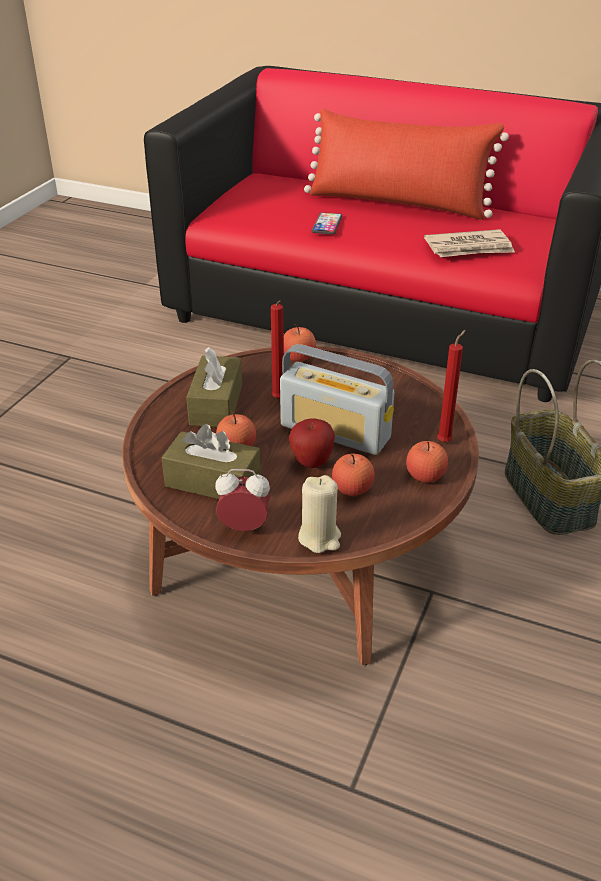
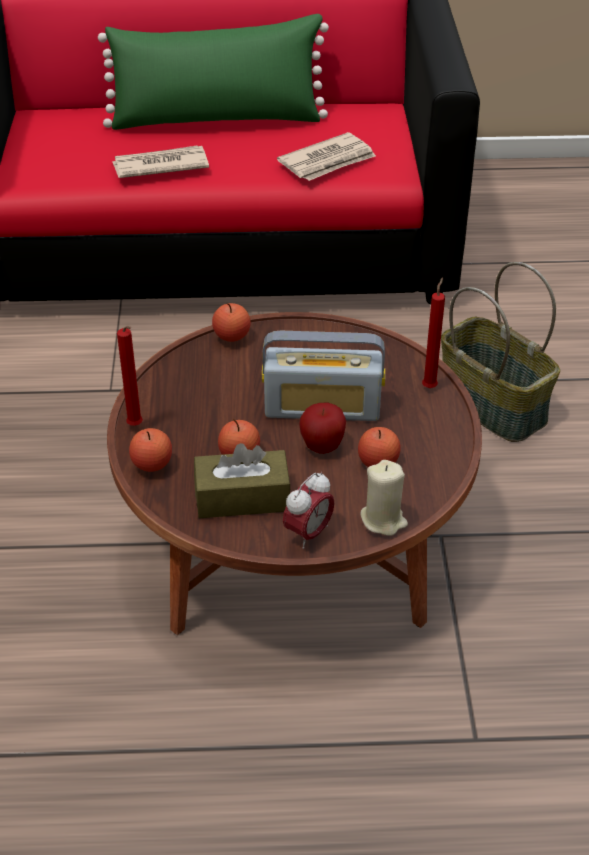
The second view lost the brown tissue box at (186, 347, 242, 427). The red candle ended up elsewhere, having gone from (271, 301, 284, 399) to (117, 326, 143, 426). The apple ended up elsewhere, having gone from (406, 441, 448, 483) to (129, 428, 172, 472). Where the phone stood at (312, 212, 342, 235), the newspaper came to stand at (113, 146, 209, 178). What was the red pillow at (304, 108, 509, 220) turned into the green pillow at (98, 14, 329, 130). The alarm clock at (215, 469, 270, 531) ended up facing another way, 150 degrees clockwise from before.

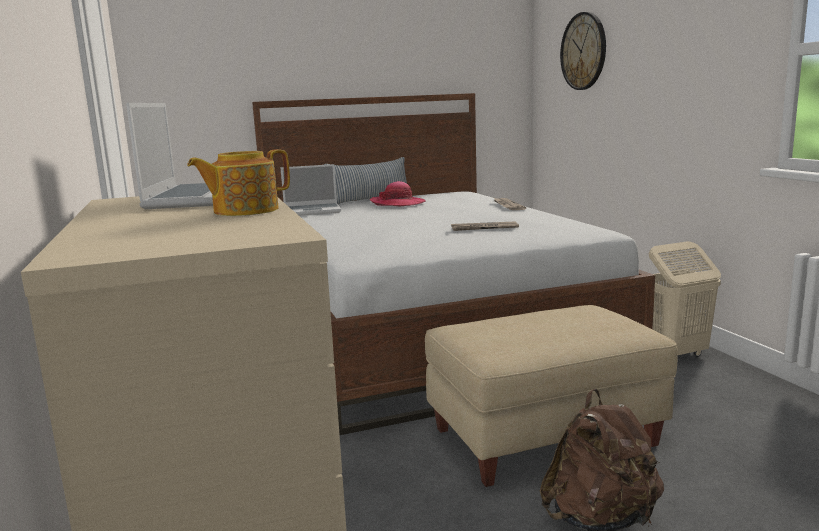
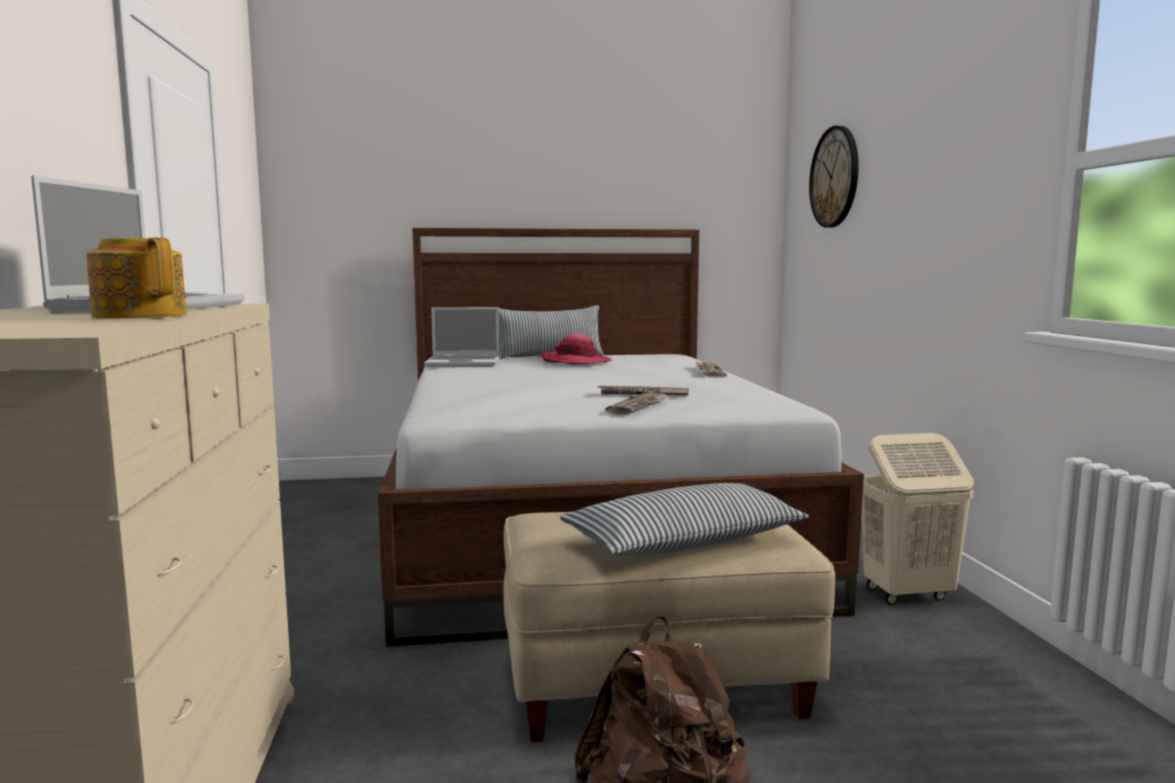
The second view gained the pillow at (560, 483, 809, 556). The second view gained the newspaper at (605, 392, 670, 414). The teapot at (187, 149, 290, 216) ended up facing another way, 60 degrees clockwise from before.

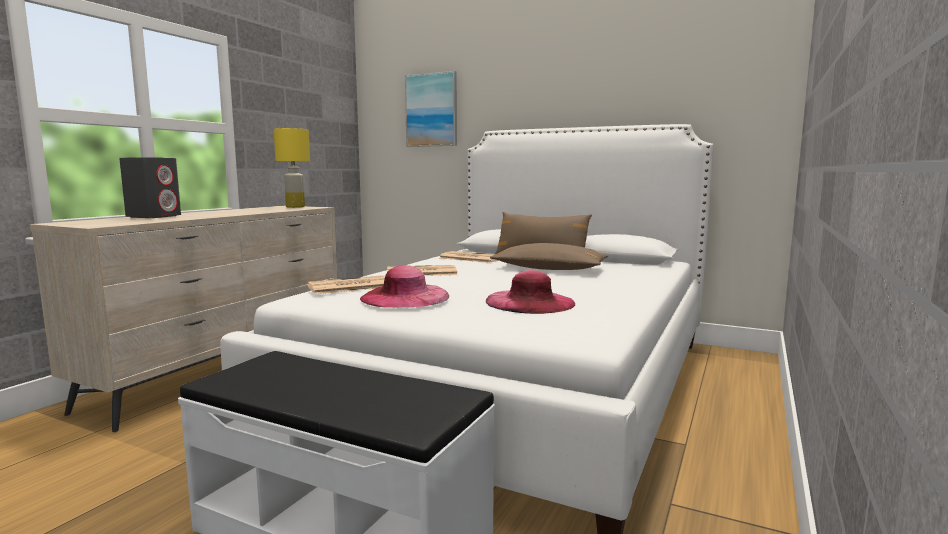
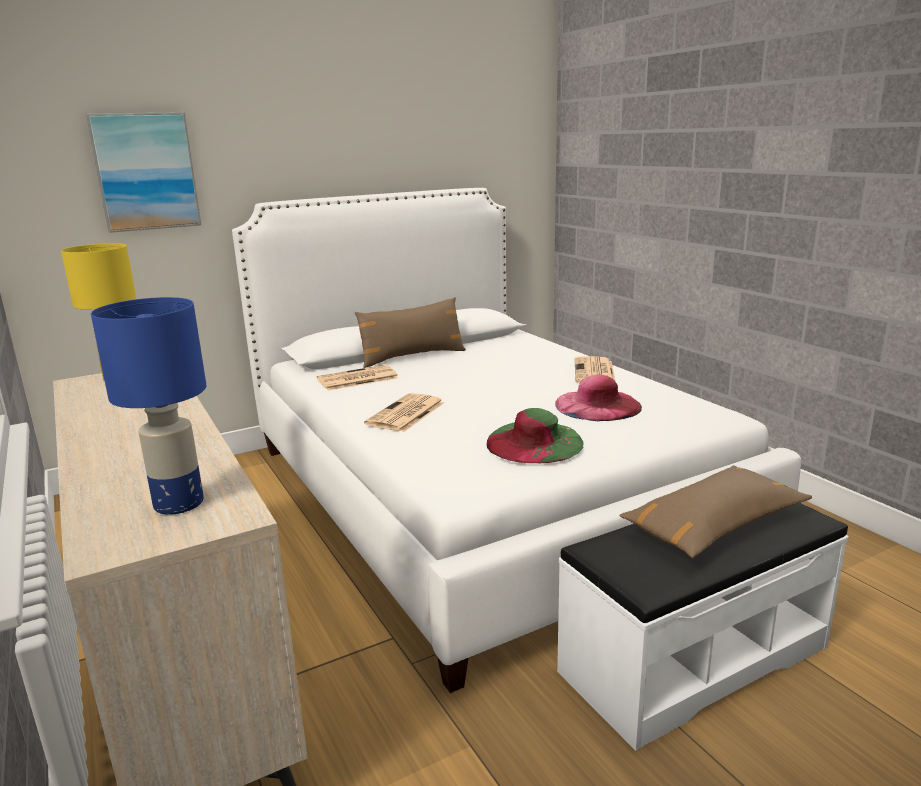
The second view lost the grey speaker at (119, 157, 181, 218). The second view gained the blue table lamp at (91, 297, 206, 515). The newspaper ended up elsewhere, having gone from (307, 275, 385, 294) to (575, 356, 616, 383). The brown pillow ended up elsewhere, having gone from (490, 243, 608, 270) to (619, 466, 812, 558). What was the pink hat at (360, 265, 449, 308) turned into the green hat at (487, 408, 584, 463).

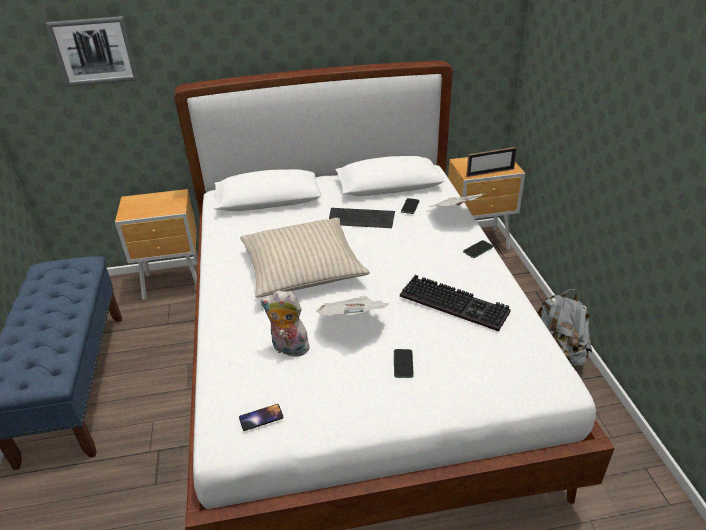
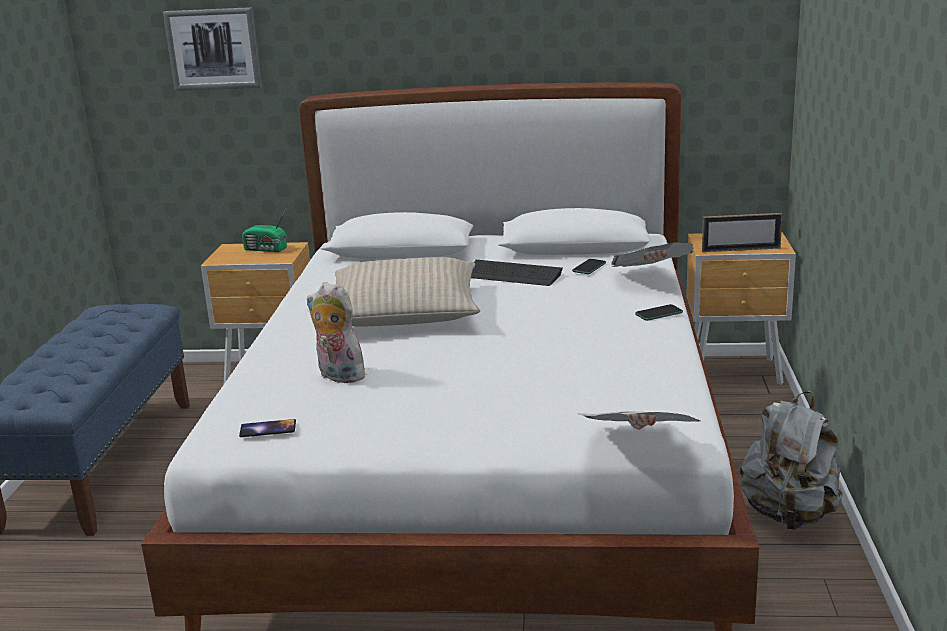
The second view lost the phone at (394, 349, 414, 378). The second view lost the keyboard at (400, 275, 511, 332). The second view gained the radio at (242, 208, 287, 252). The newspaper ended up elsewhere, having gone from (317, 296, 388, 316) to (579, 411, 700, 430).

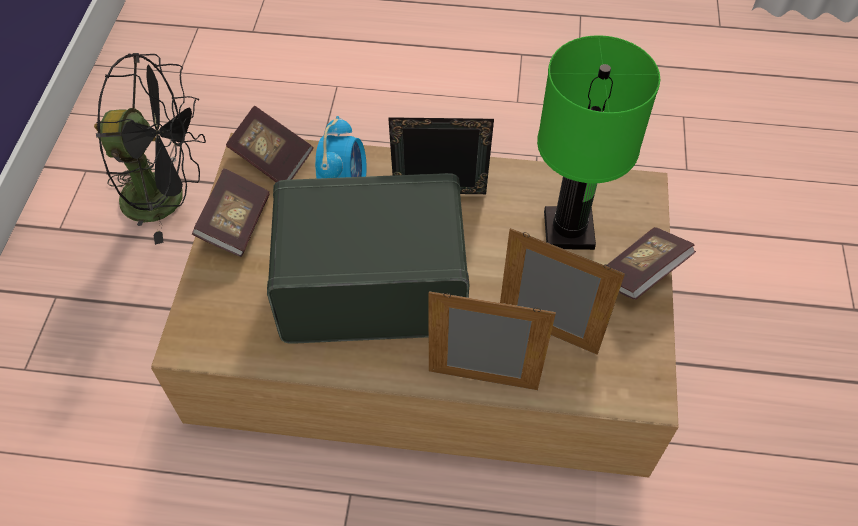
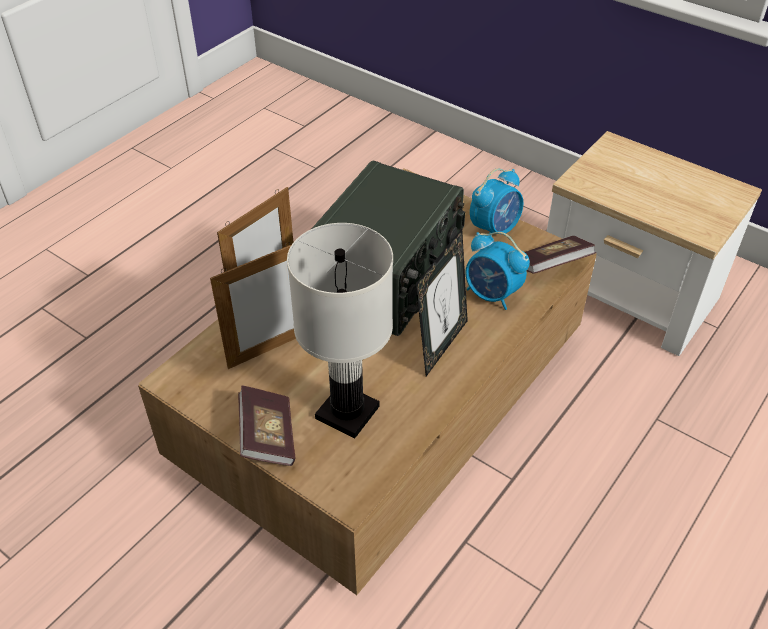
Where the black fan stood at (94, 53, 206, 245), the side table came to stand at (547, 131, 762, 356). Where the book stood at (192, 168, 270, 257), the alarm clock came to stand at (470, 168, 523, 236). What was the green table lamp at (537, 35, 660, 250) turned into the white table lamp at (287, 223, 393, 439).

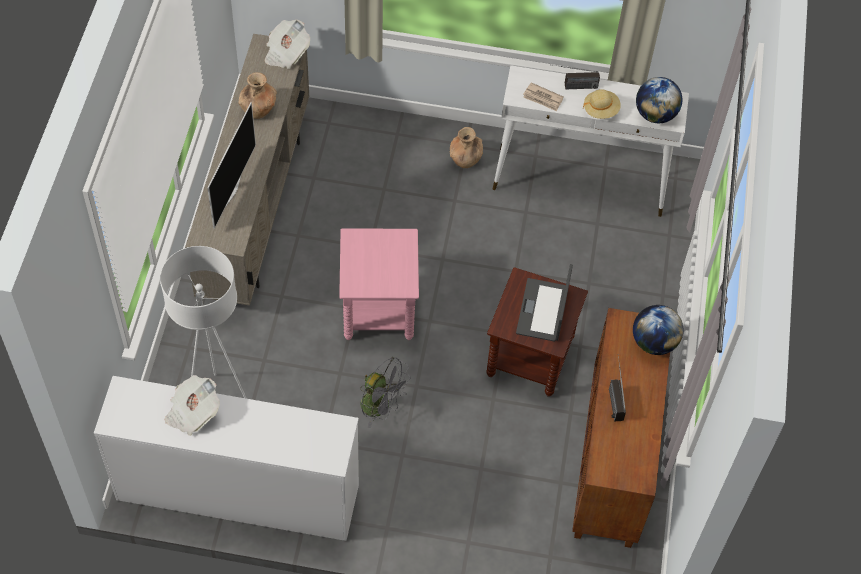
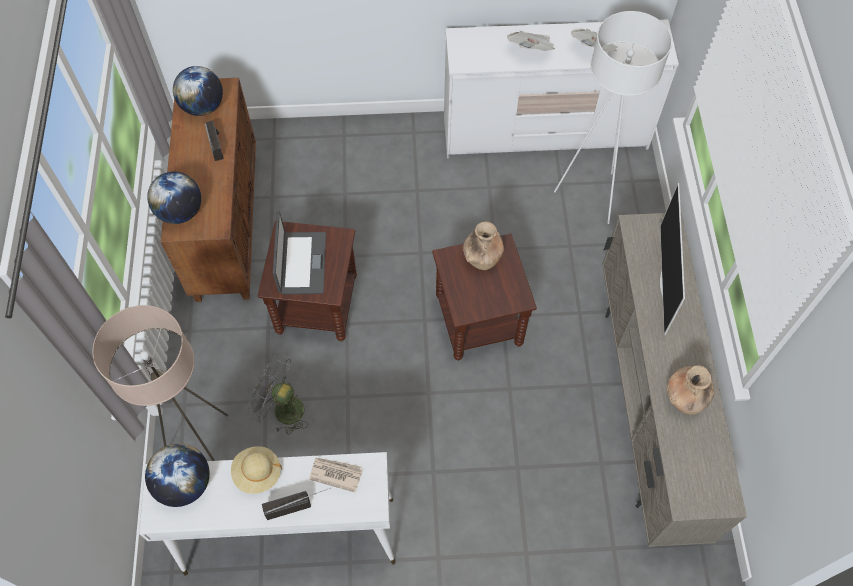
The second view gained the beige floor lamp at (92, 305, 228, 461). The second view gained the globe at (173, 66, 223, 116). The newspaper ended up elsewhere, having gone from (264, 20, 310, 69) to (507, 31, 555, 51). The grey fan ended up elsewhere, having gone from (360, 357, 411, 428) to (247, 354, 308, 435). The brown vase ended up elsewhere, having gone from (450, 127, 483, 168) to (463, 221, 504, 270). What was the pink side table at (339, 228, 419, 340) turned into the brown side table at (432, 234, 537, 361).

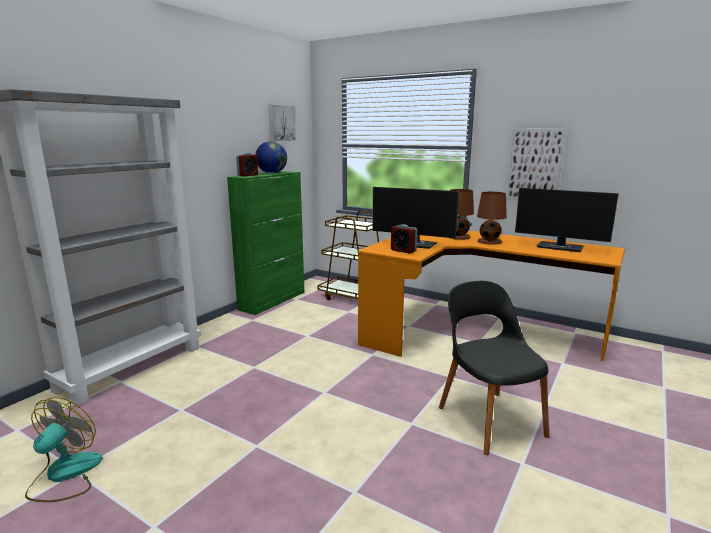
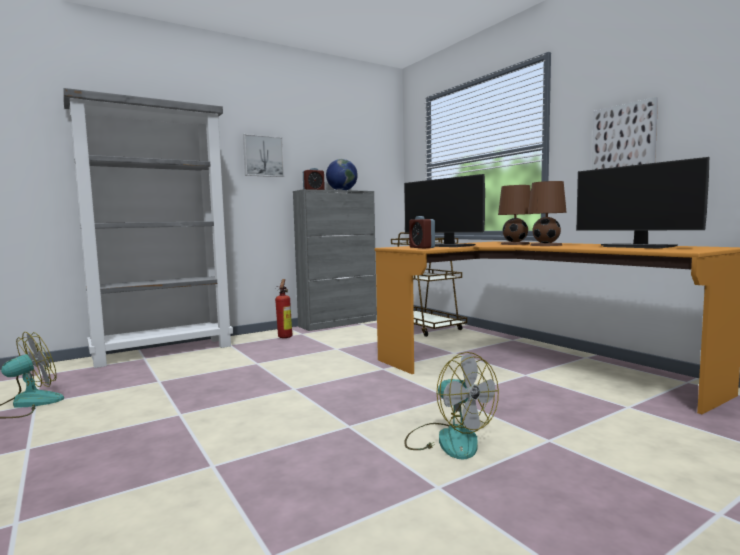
The second view gained the fire extinguisher at (275, 279, 293, 338). The picture ended up elsewhere, having gone from (269, 104, 296, 142) to (243, 134, 284, 177). Where the black chair stood at (439, 281, 549, 455), the fan came to stand at (404, 352, 499, 459). What was the green cabinet at (227, 171, 305, 315) turned into the grey cabinet at (293, 189, 377, 331).

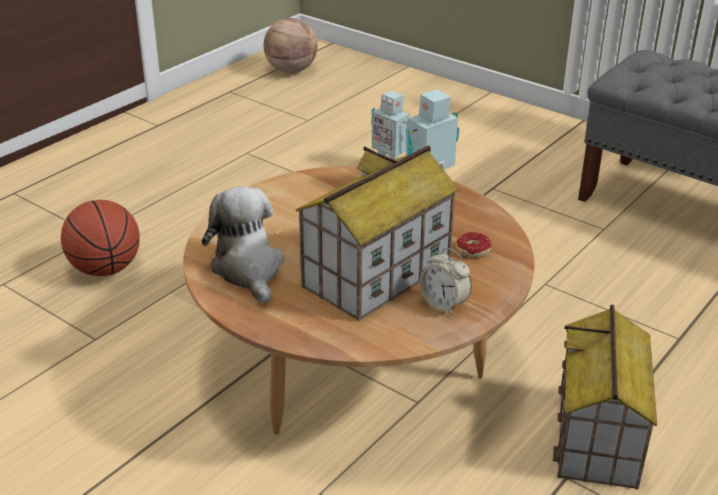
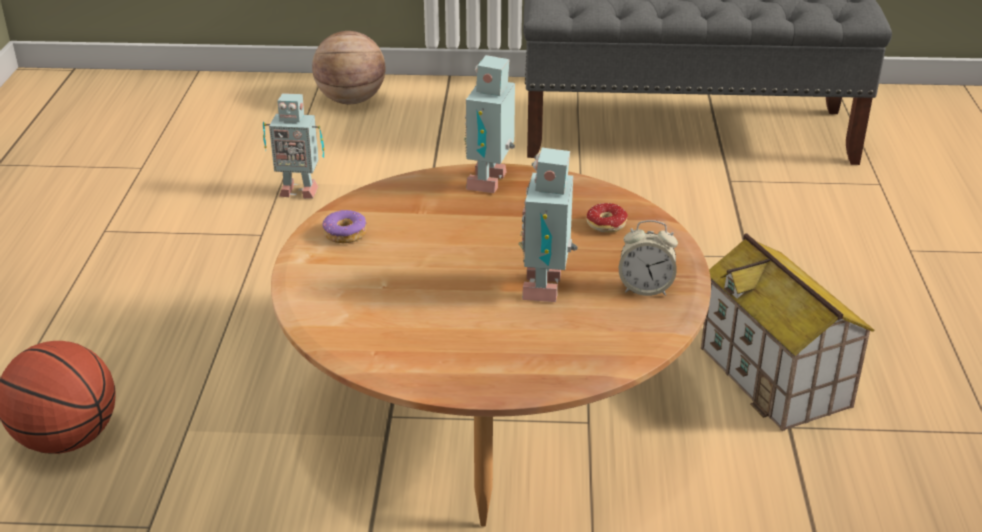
The second view lost the plush toy at (202, 187, 284, 304). The second view gained the donut at (322, 210, 367, 244). The basketball ended up elsewhere, having gone from (263, 18, 317, 73) to (312, 31, 386, 104). Where the toy house stood at (296, 145, 459, 321), the toy robot came to stand at (518, 148, 578, 302).

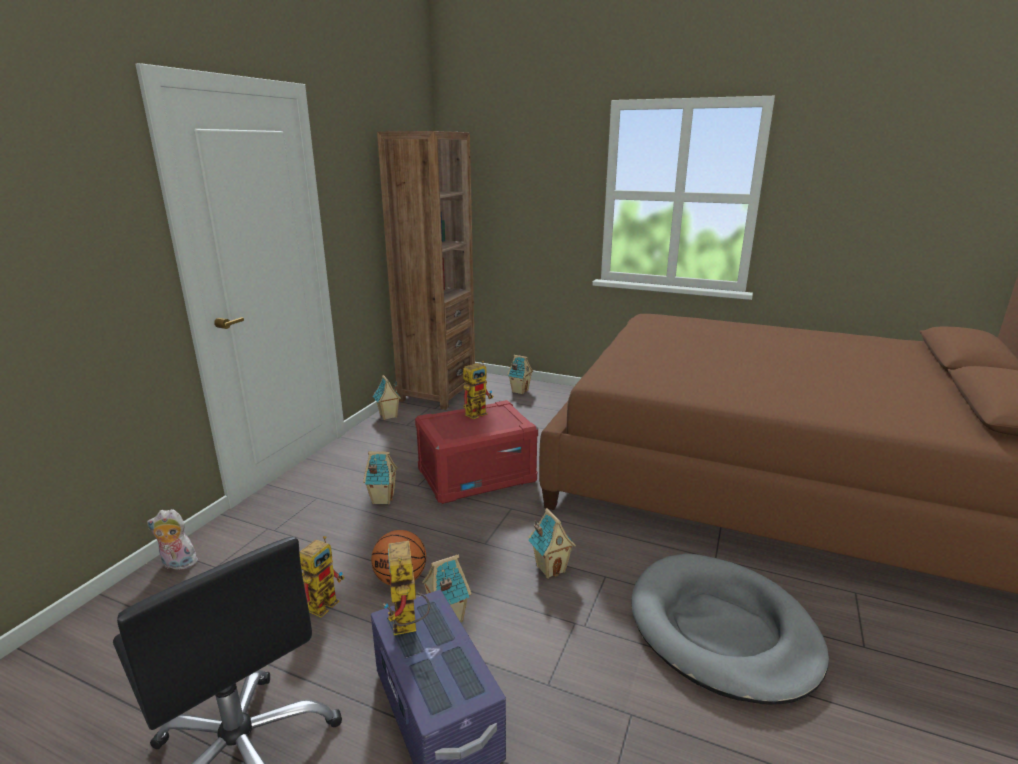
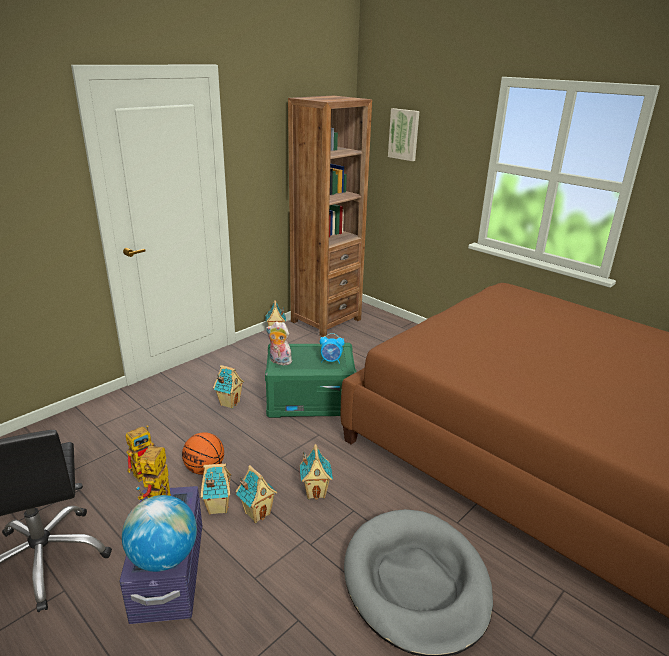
The second view lost the toy robot at (463, 361, 493, 419). The second view gained the globe at (122, 495, 197, 572). The second view gained the alarm clock at (320, 333, 345, 364). The second view gained the picture at (388, 108, 420, 161). The plush toy ended up elsewhere, having gone from (147, 509, 202, 570) to (266, 321, 294, 365). The toy house ended up elsewhere, having gone from (507, 355, 533, 394) to (236, 465, 277, 523). What was the red storage box at (415, 400, 538, 504) turned into the green storage box at (265, 343, 356, 418).

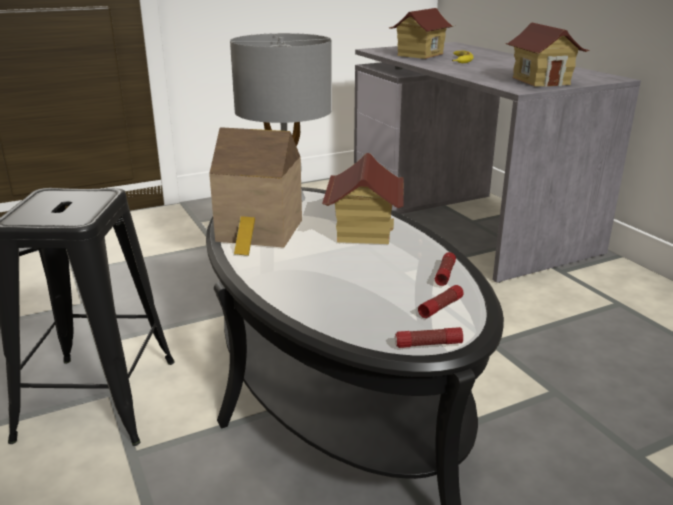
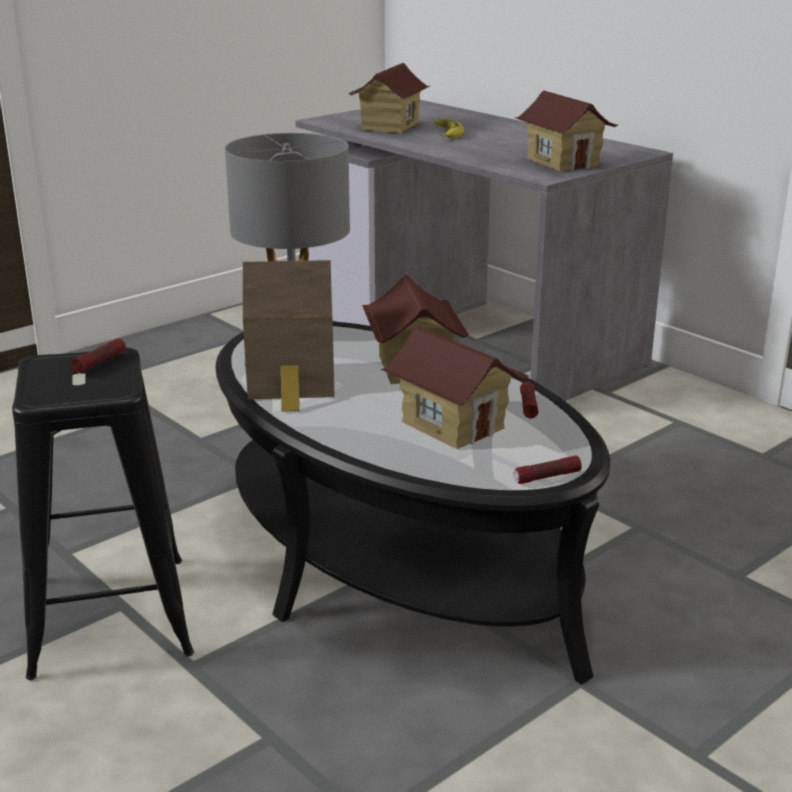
The second view gained the toy house at (381, 326, 529, 449). The flashlight ended up elsewhere, having gone from (418, 285, 464, 318) to (71, 338, 126, 373).

